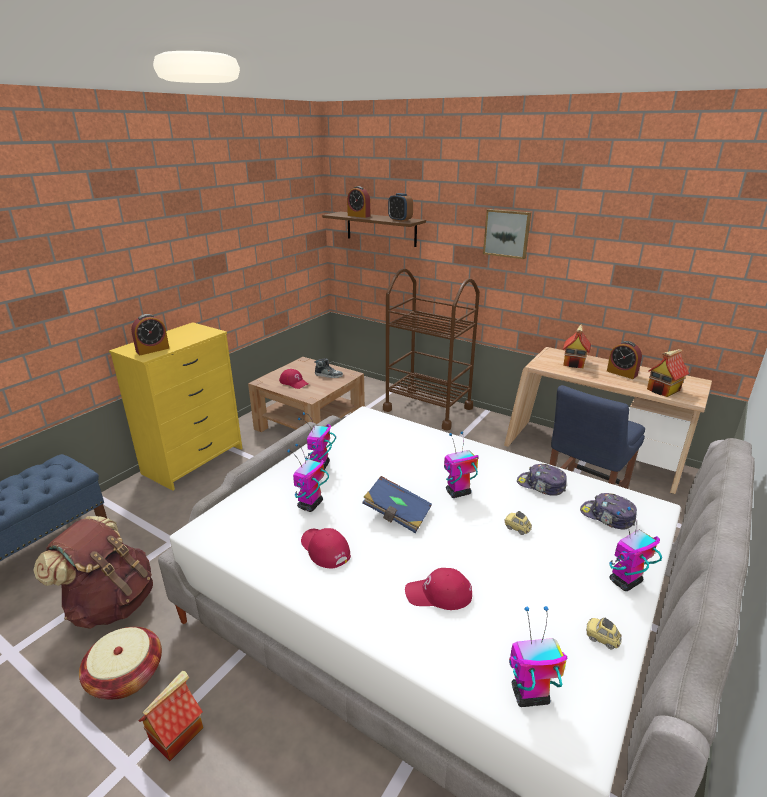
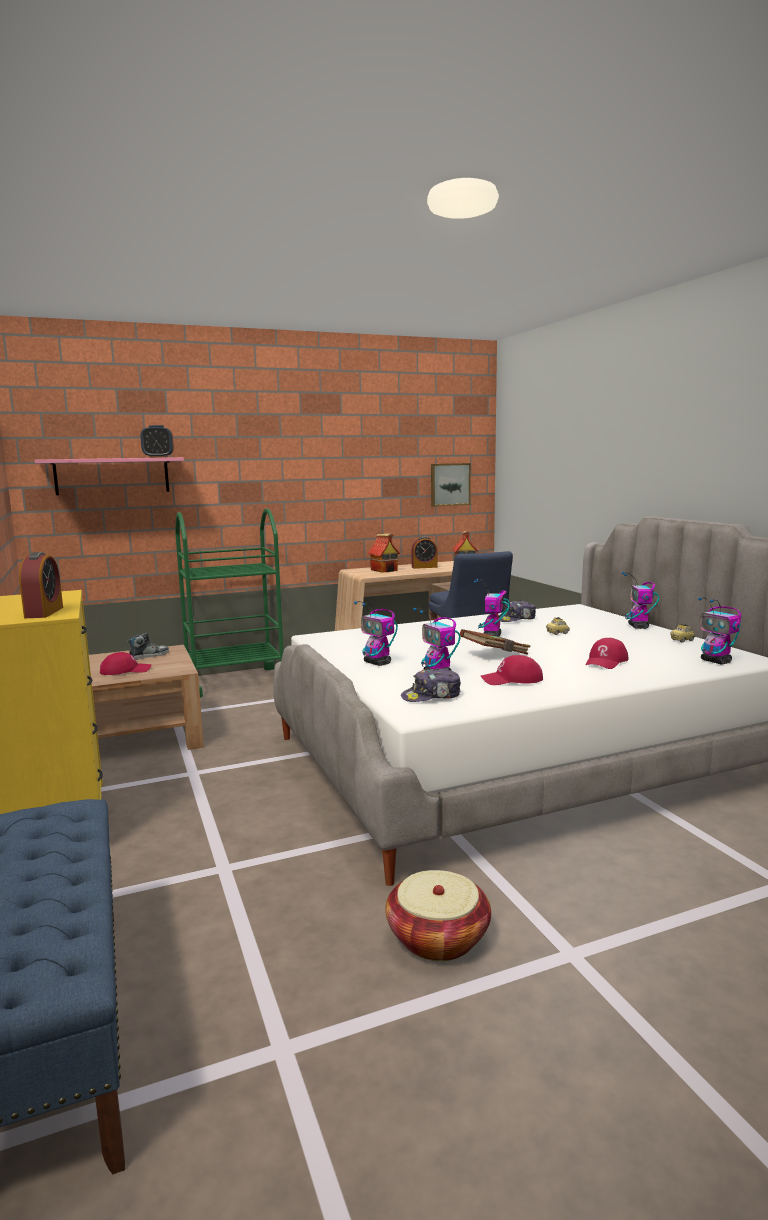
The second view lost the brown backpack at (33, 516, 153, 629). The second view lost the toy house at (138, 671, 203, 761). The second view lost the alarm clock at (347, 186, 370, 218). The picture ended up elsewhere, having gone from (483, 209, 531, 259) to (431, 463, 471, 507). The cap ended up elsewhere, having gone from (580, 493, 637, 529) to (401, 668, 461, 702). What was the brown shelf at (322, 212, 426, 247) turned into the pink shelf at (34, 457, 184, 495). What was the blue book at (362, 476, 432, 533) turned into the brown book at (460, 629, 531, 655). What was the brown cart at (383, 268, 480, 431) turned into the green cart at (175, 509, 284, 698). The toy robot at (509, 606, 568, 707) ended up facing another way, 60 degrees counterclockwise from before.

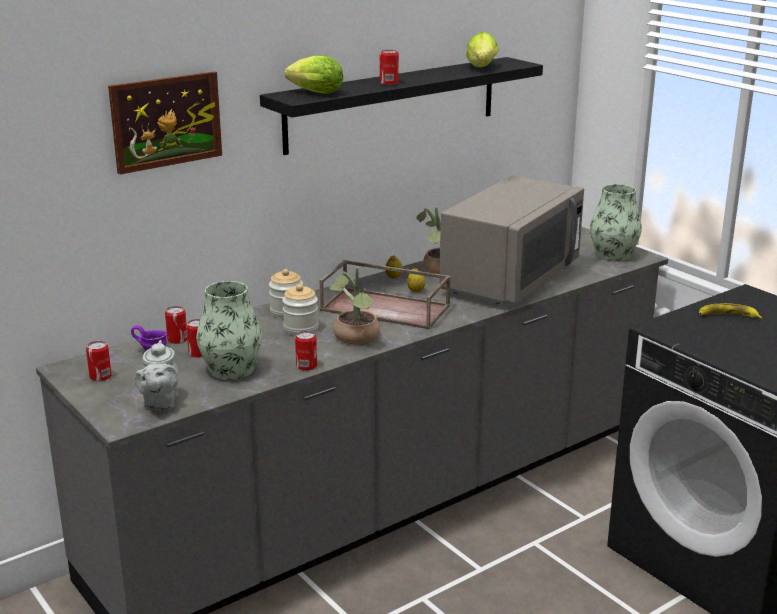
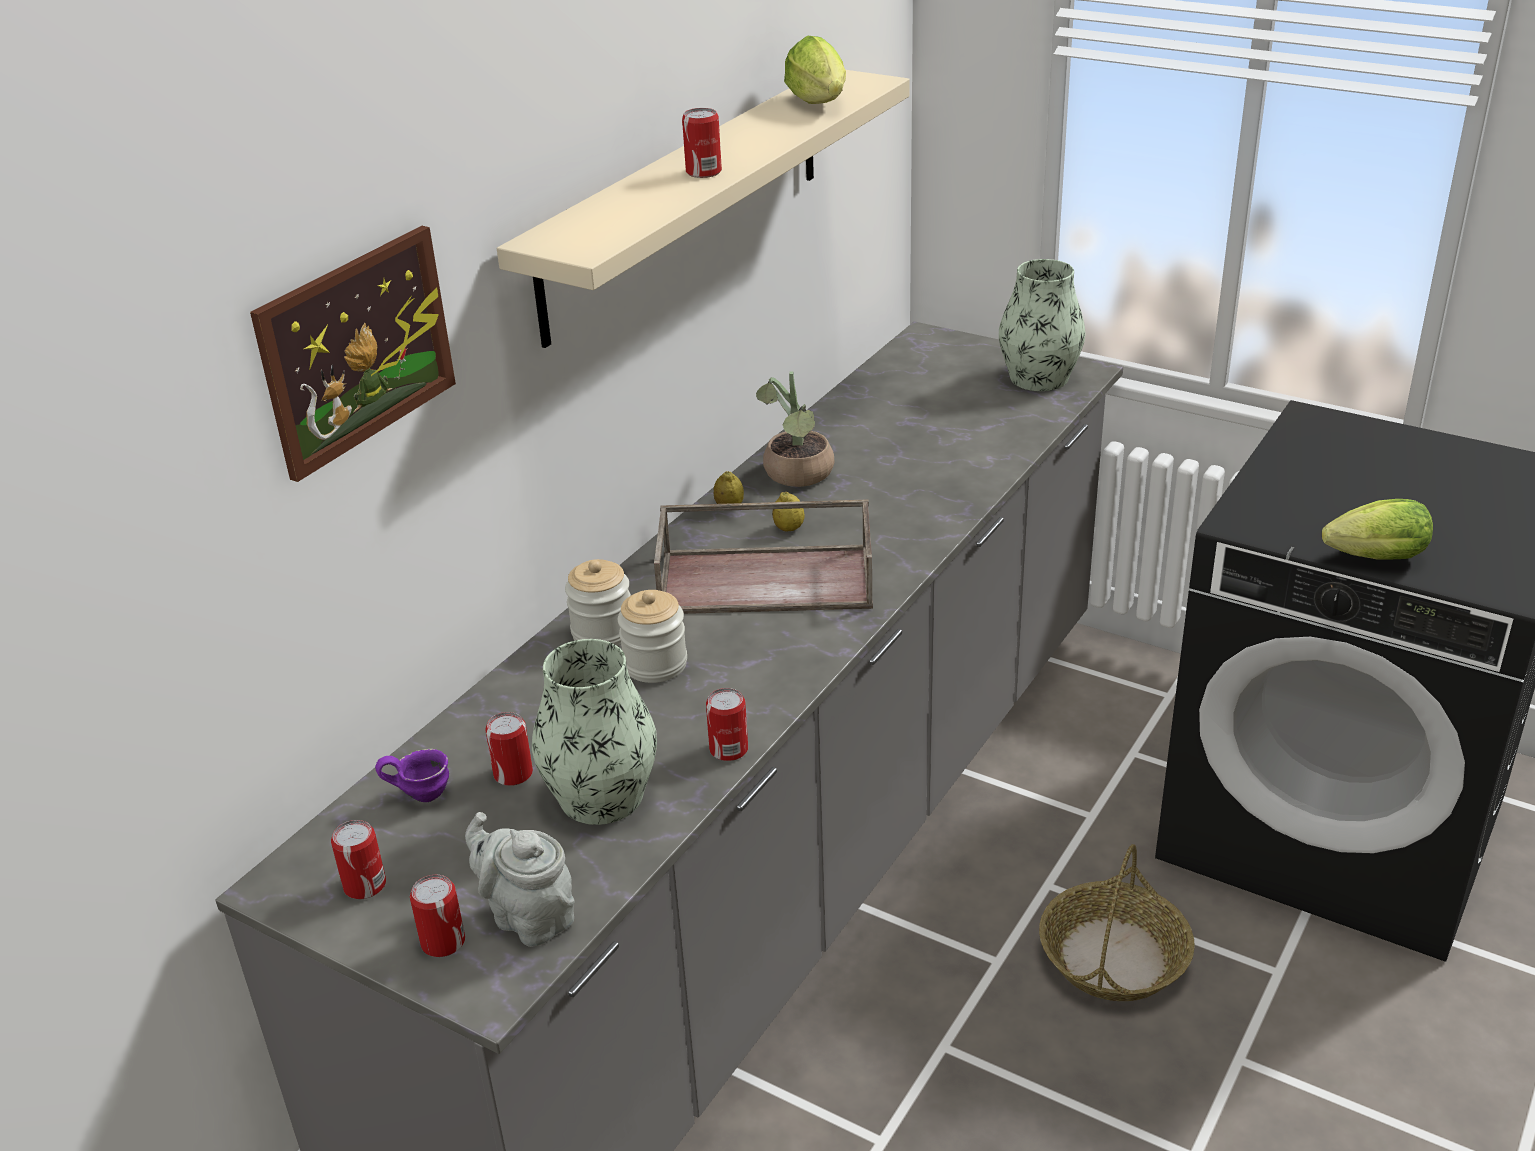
The second view lost the potted plant at (330, 267, 380, 345). The second view lost the grey microwave at (439, 176, 584, 304). The second view lost the banana at (699, 303, 763, 319). The second view gained the basket at (1039, 844, 1195, 1001). The can ended up elsewhere, having gone from (165, 306, 187, 344) to (410, 875, 465, 957). The lettuce ended up elsewhere, having gone from (284, 55, 343, 94) to (1322, 499, 1433, 560). What was the black shelf at (260, 57, 543, 155) turned into the beige shelf at (497, 70, 910, 348). The grey teapot at (134, 340, 179, 411) ended up facing another way, 150 degrees clockwise from before.

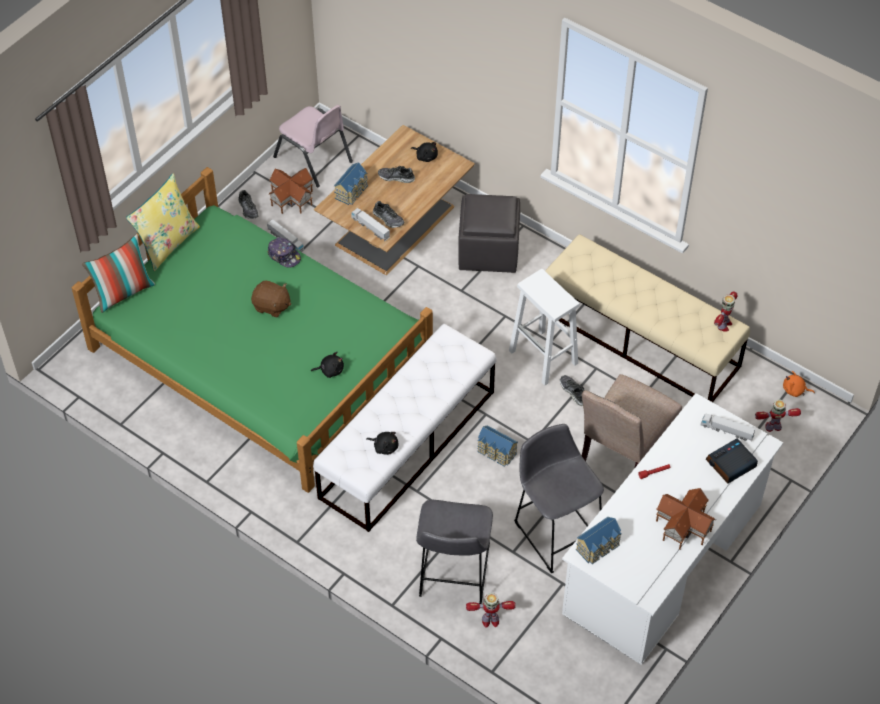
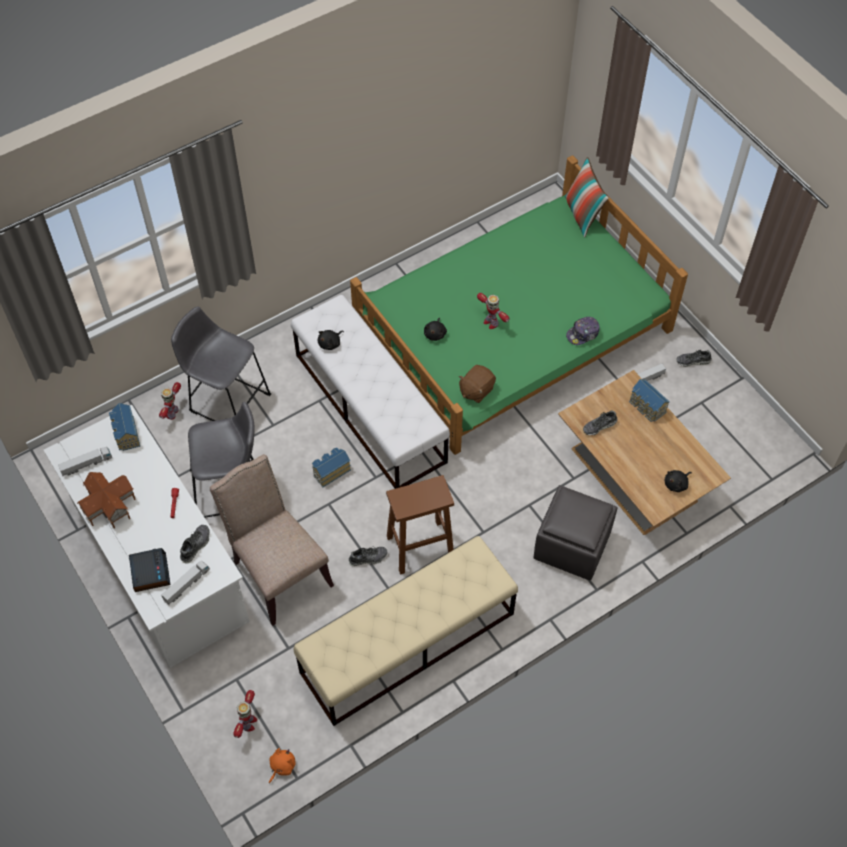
The second view lost the yellow pillow at (126, 173, 200, 271). The second view lost the toy house at (269, 168, 313, 214). The second view lost the pink chair at (273, 105, 353, 187). The brown plush toy ended up elsewhere, having gone from (251, 280, 291, 317) to (459, 365, 496, 403). The toy truck ended up elsewhere, having gone from (351, 208, 390, 241) to (58, 447, 112, 477). The shoe ended up elsewhere, having gone from (378, 166, 415, 183) to (180, 525, 210, 564). The toy robot ended up elsewhere, having gone from (714, 291, 738, 332) to (477, 293, 510, 329). What was the white stool at (509, 269, 580, 386) turned into the brown stool at (386, 475, 454, 575).

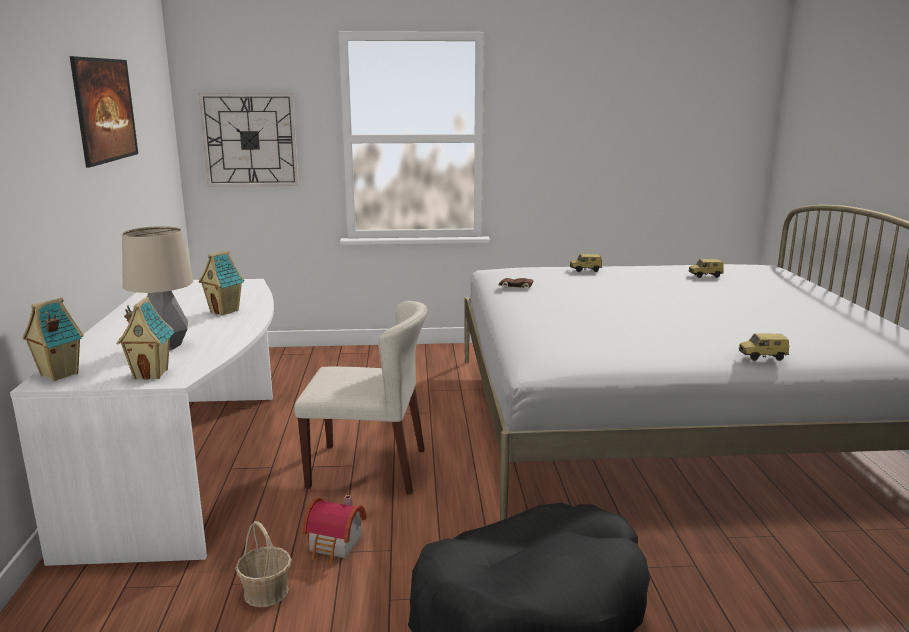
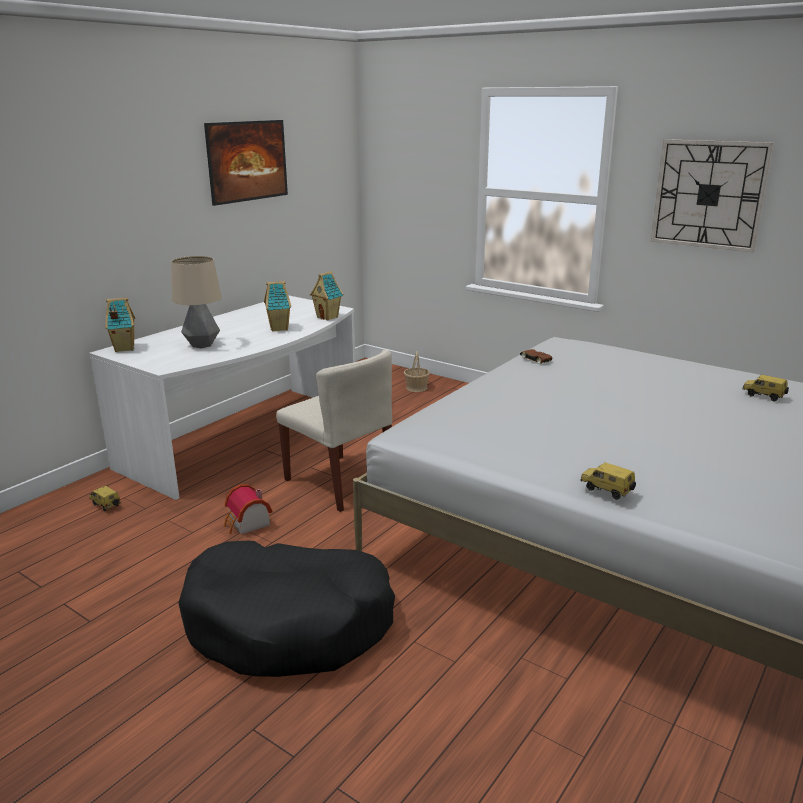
The toy house ended up elsewhere, having gone from (117, 297, 175, 380) to (310, 271, 343, 321). The wall clock ended up elsewhere, having gone from (199, 93, 299, 187) to (651, 139, 774, 252). The basket ended up elsewhere, having gone from (235, 521, 292, 607) to (404, 351, 430, 392). The toy car ended up elsewhere, having gone from (570, 254, 602, 272) to (89, 486, 121, 511).

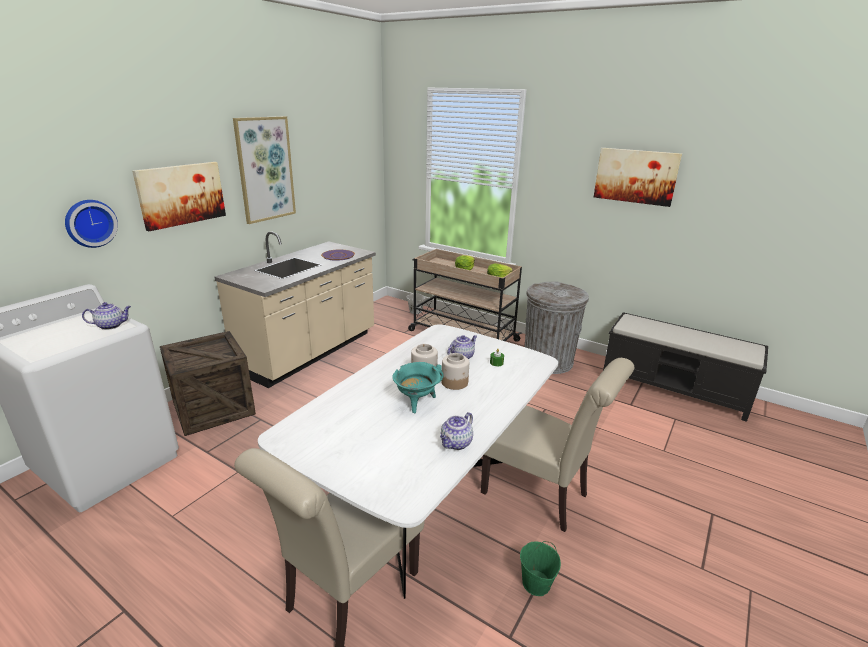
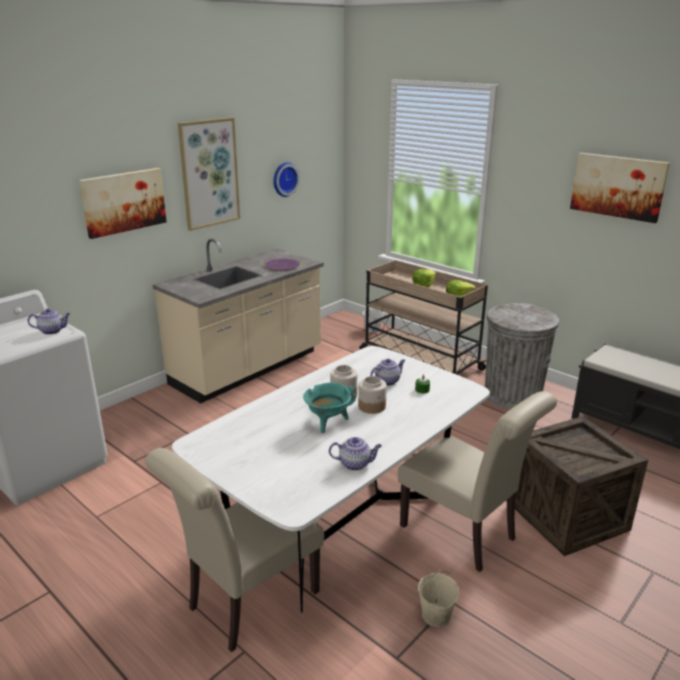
The wall clock ended up elsewhere, having gone from (65, 200, 118, 248) to (273, 162, 300, 197). The crate ended up elsewhere, having gone from (160, 331, 256, 436) to (515, 416, 648, 556). What was the green bucket at (520, 541, 561, 596) turned into the beige bucket at (418, 570, 459, 627). The teapot at (440, 412, 473, 450) ended up facing another way, 135 degrees counterclockwise from before.

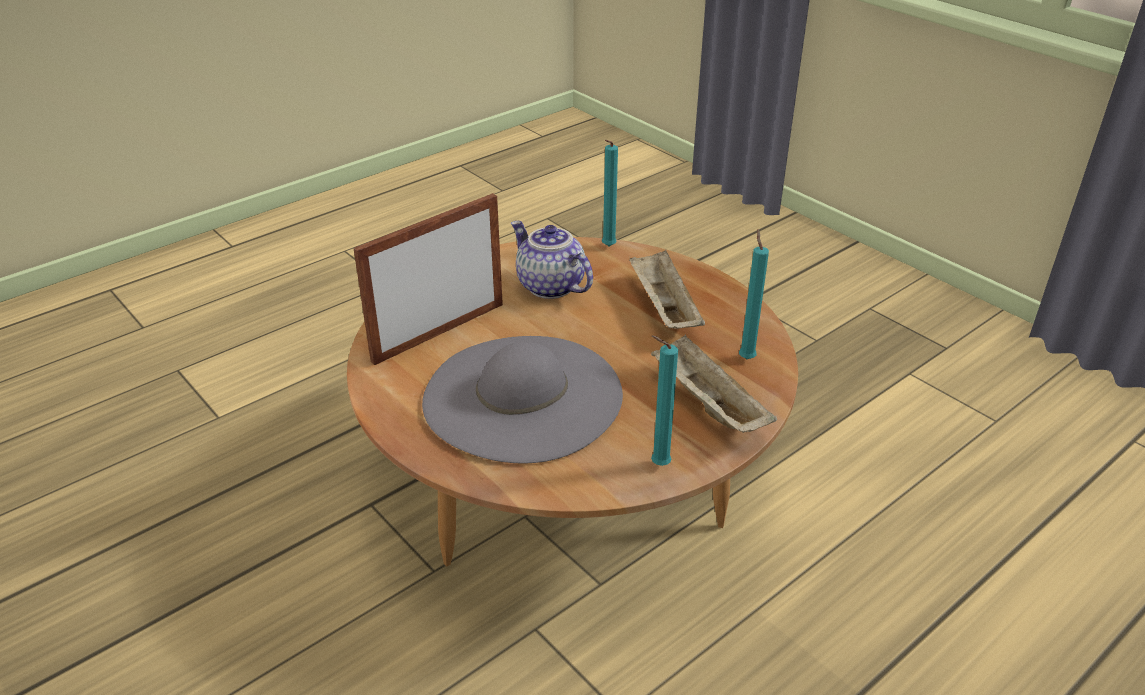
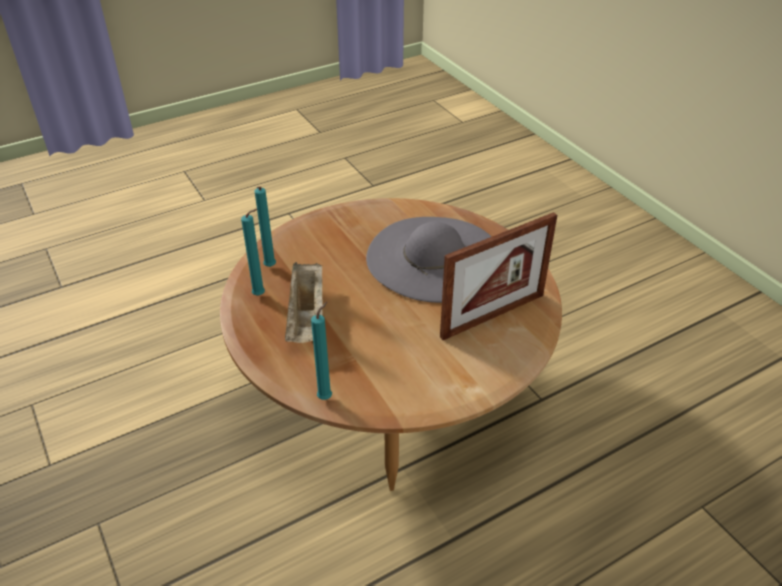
The second view lost the teapot at (511, 221, 593, 299). The second view lost the beige tray at (651, 334, 777, 433). The turquoise candle ended up elsewhere, having gone from (651, 336, 678, 466) to (241, 209, 265, 295).

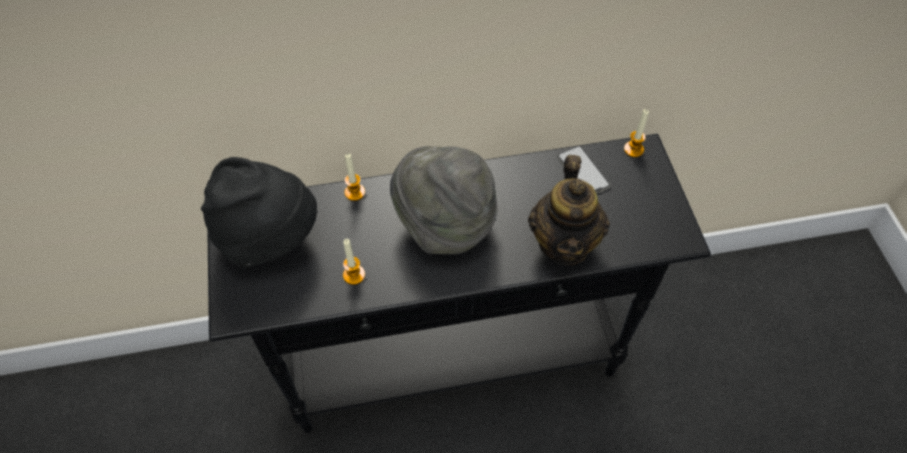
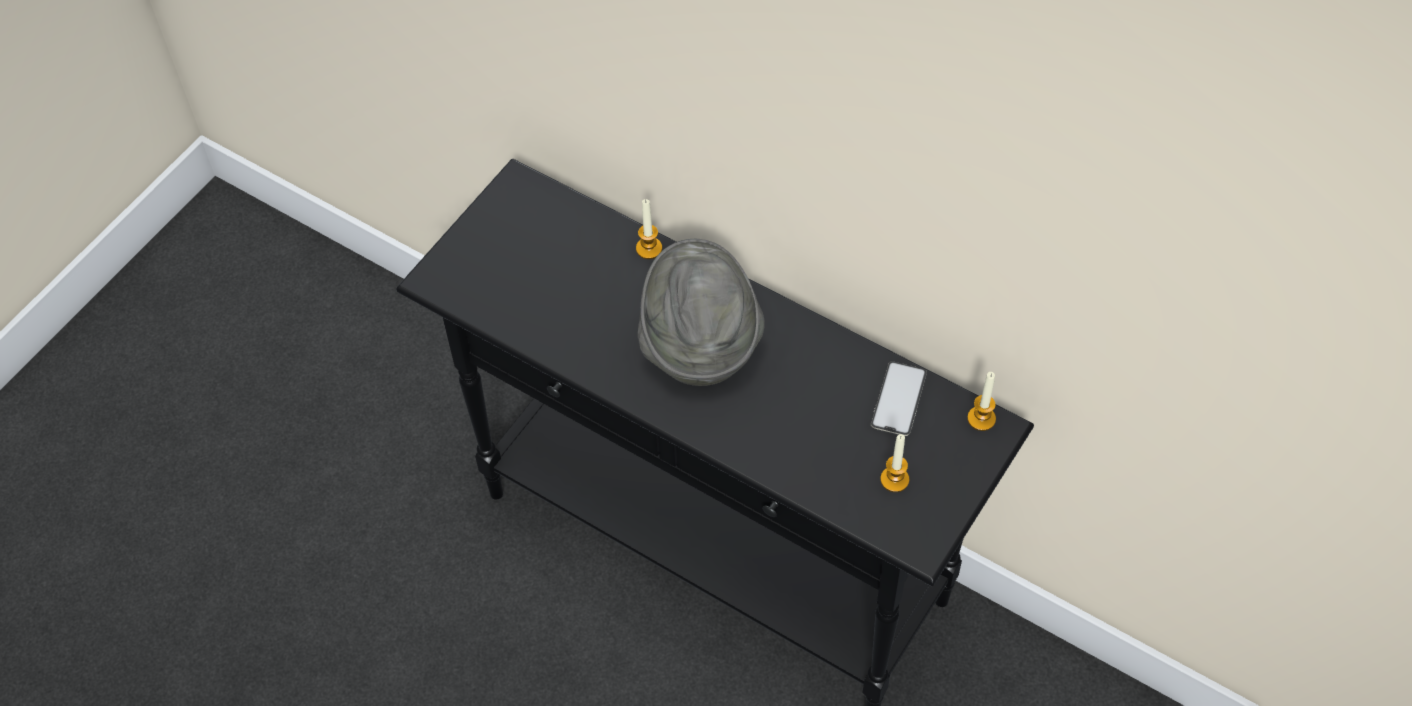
The second view lost the black hat at (201, 157, 317, 268). The second view lost the teapot at (528, 155, 610, 265). The candle ended up elsewhere, having gone from (343, 239, 365, 285) to (880, 434, 909, 492).

